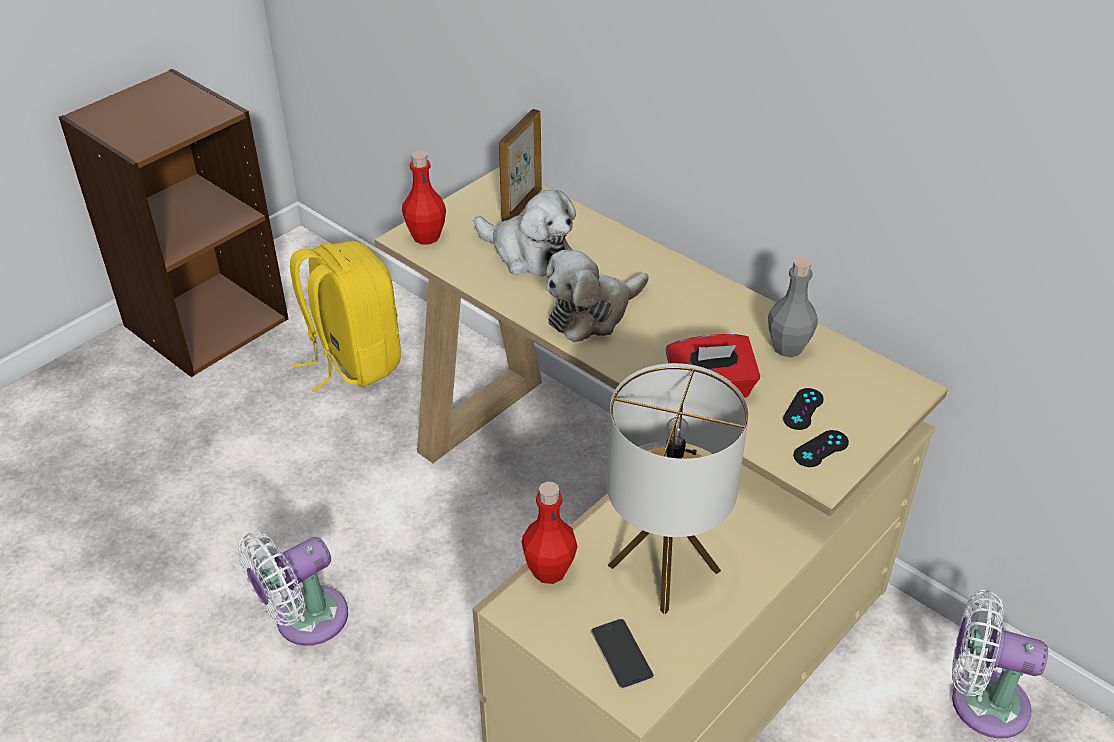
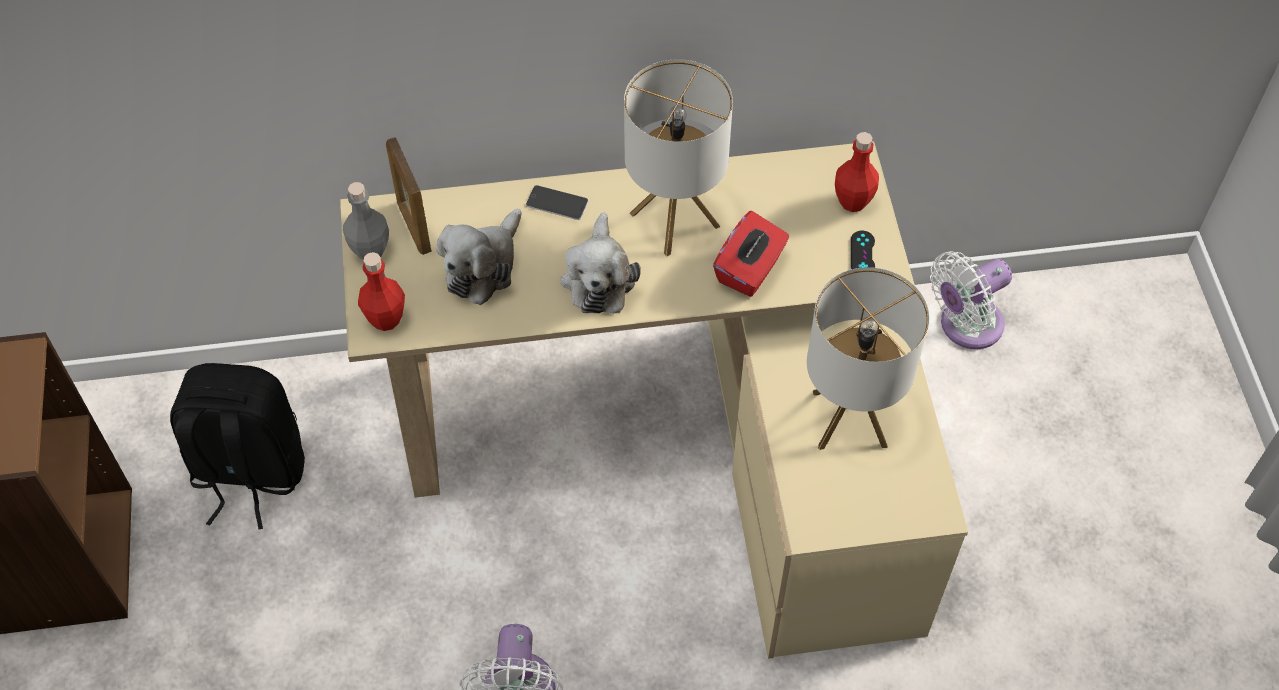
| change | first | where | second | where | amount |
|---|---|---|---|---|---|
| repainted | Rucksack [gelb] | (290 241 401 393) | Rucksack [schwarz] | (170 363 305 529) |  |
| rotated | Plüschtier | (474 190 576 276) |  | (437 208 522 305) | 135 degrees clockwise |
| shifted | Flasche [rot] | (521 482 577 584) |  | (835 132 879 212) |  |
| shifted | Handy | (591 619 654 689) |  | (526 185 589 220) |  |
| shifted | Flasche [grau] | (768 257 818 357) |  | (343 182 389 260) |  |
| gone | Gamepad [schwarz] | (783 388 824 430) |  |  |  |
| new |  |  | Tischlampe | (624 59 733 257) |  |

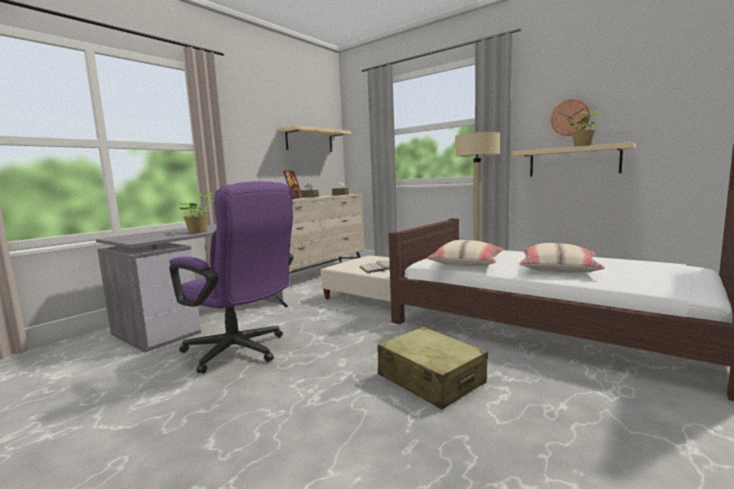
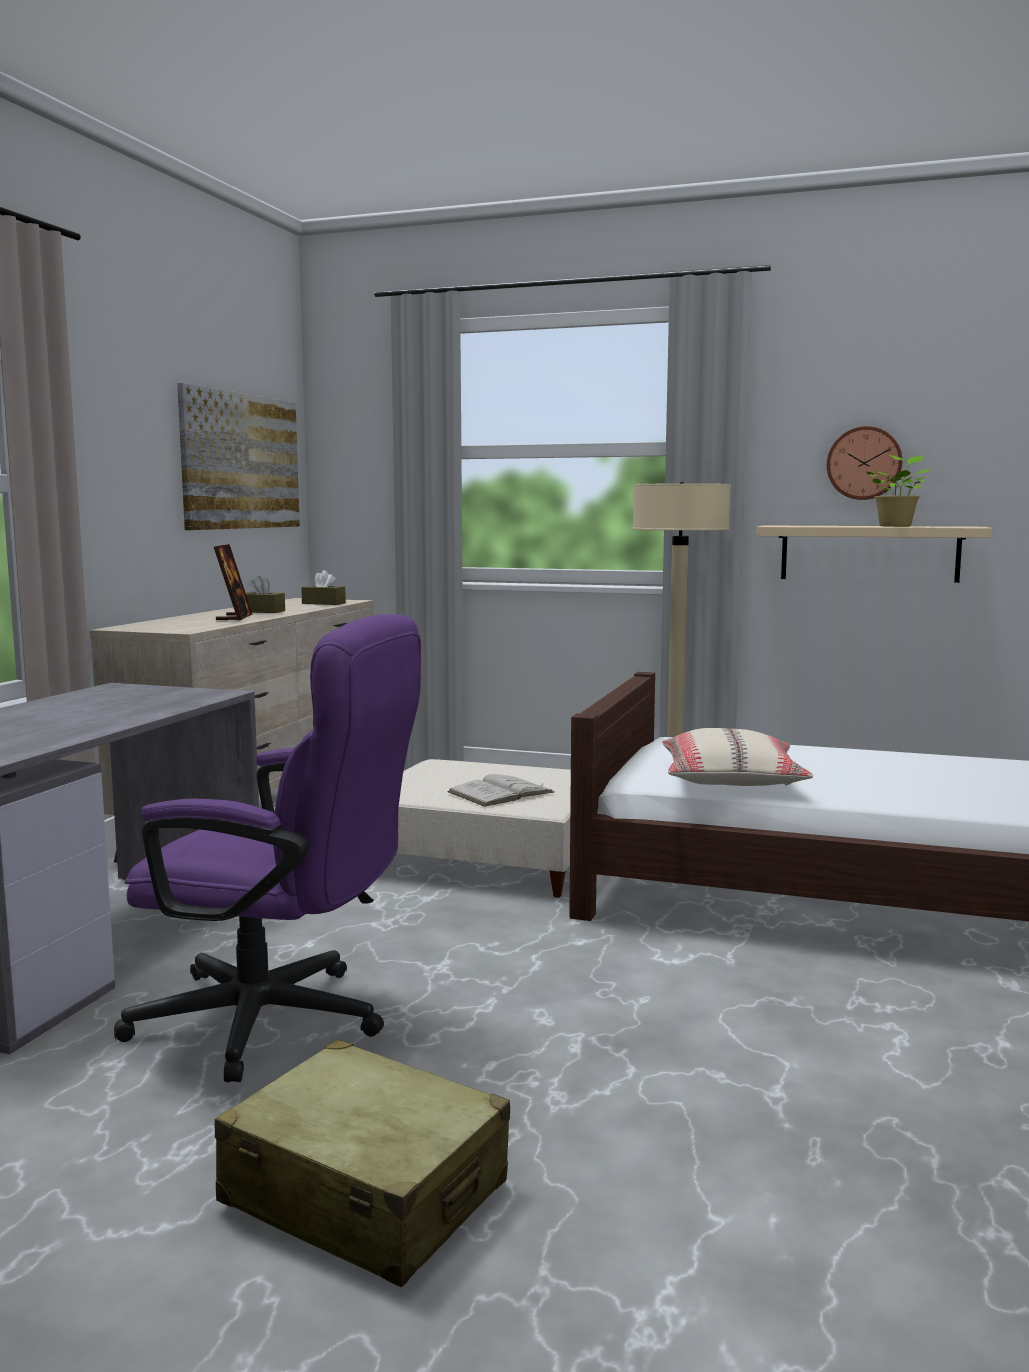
| change | first | where | second | where | amount |
|---|---|---|---|---|---|
| gone | Topfpflanze | (180 193 214 233) |  |  |  |
| swapped | Wandregal [beige] | (279 125 351 152) | Bild | (177 383 300 530) |  |
| shifted | Koffer [beige] | (377 326 488 410) |  | (215 1039 510 1287) |  |
| gone | Kissen [beige] | (520 243 605 273) |  |  |  |

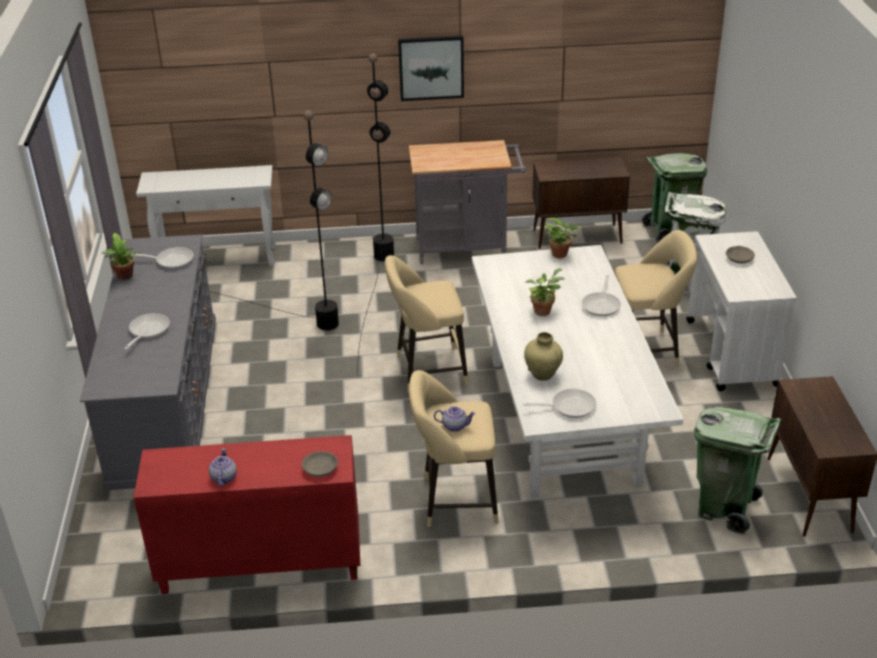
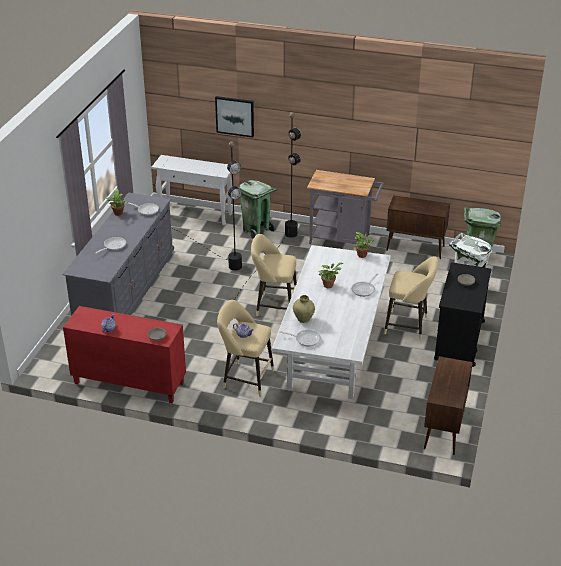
| change | first | where | second | where | amount |
|---|---|---|---|---|---|
| shifted | Bild | (398 35 464 101) |  | (215 96 254 138) |  |
| repainted | Rollwagen [weiß] | (686 231 797 391) | Rollwagen [schwarz] | (434 262 491 367) |  |
| shifted | Mülleimer [grün] | (694 407 781 535) |  | (239 180 277 239) |  |

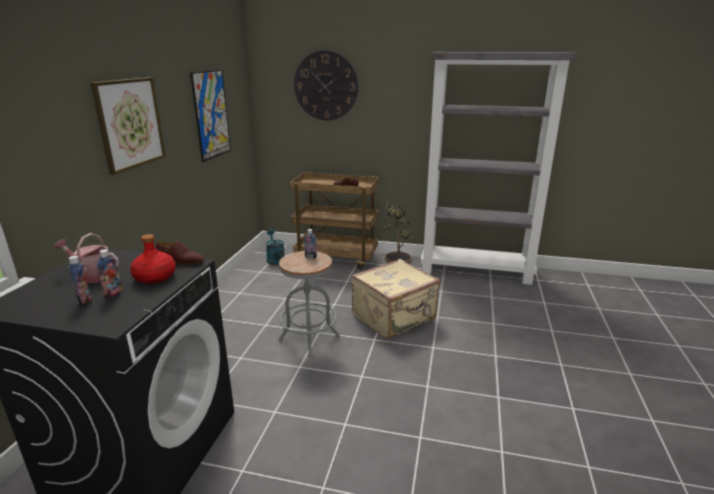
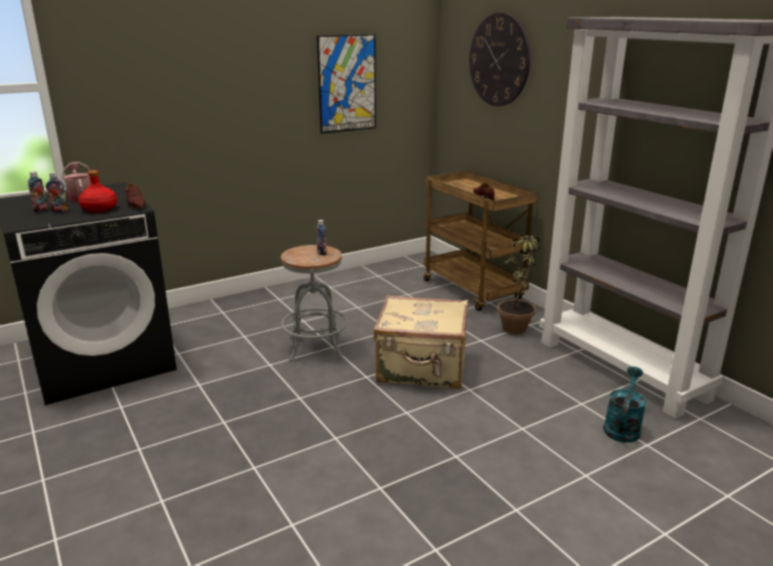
| change | first | where | second | where | amount |
|---|---|---|---|---|---|
| gone | Bild | (90 77 166 175) |  |  |  |
| shifted | Gießkanne [türkis] | (266 229 284 265) |  | (603 366 647 443) |  |

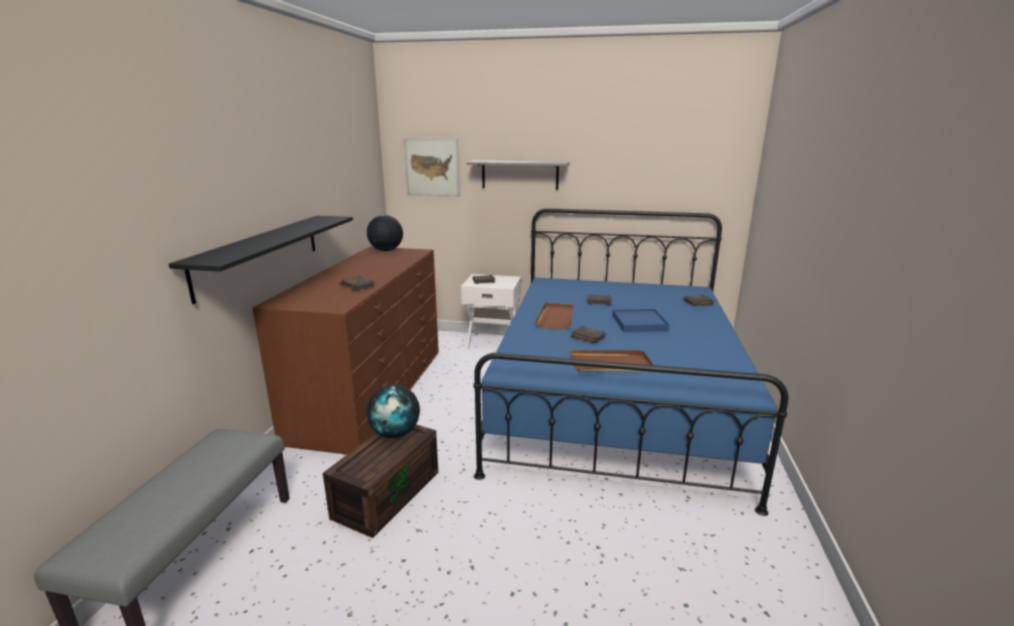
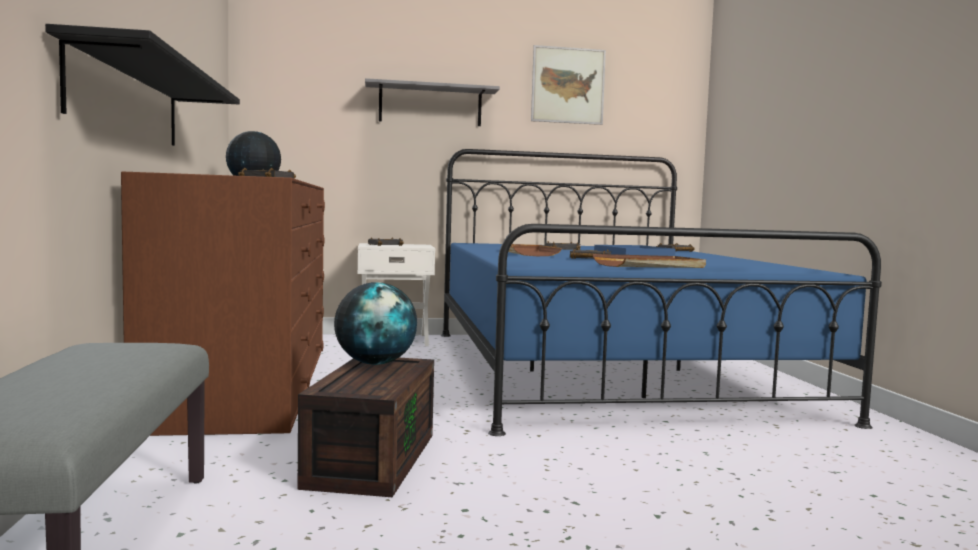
| change | first | where | second | where | amount |
|---|---|---|---|---|---|
| shifted | Bild | (403 138 460 197) |  | (531 45 606 125) |  |

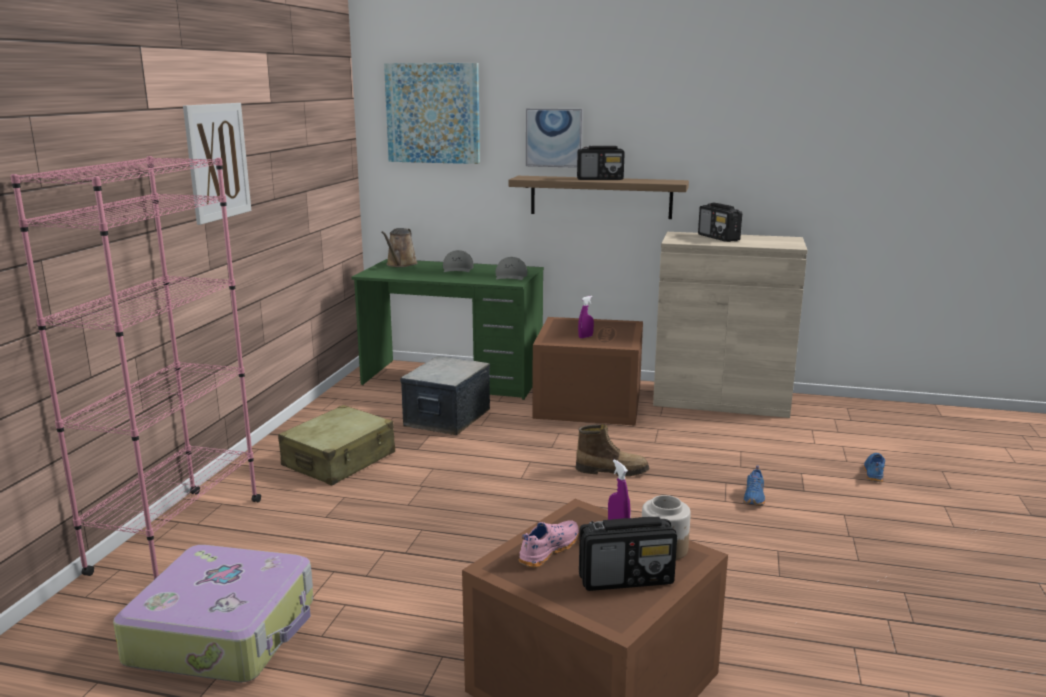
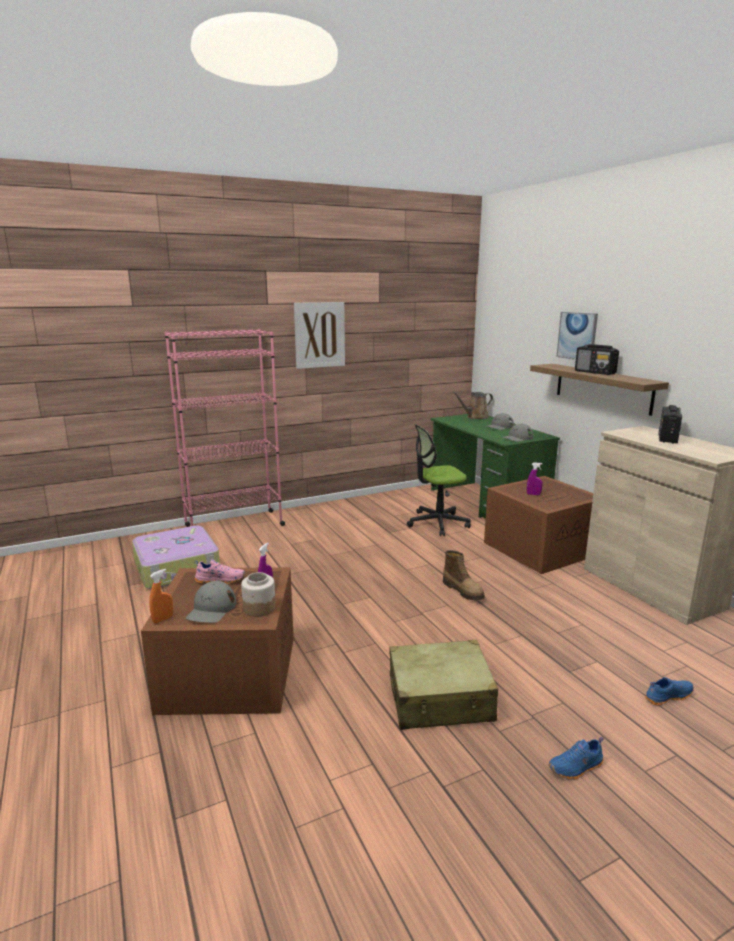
| change | first | where | second | where | amount |
|---|---|---|---|---|---|
| shifted | Koffer [beige] | (278 405 395 485) |  | (390 640 498 730) |  |
| gone | Bild | (384 63 480 164) |  |  |  |
| swapped | Aufbewahrungsbox | (400 356 490 435) | Bürostuhl | (407 424 471 536) |  |
| swapped | Radio | (579 517 677 591) | Kappe [grau] | (186 581 236 623) |  |
| shifted | Schuh [blau] | (743 465 765 505) |  | (549 737 604 780) |  |
| new |  |  | Sprühflasche [orange] | (149 569 173 623) |  |

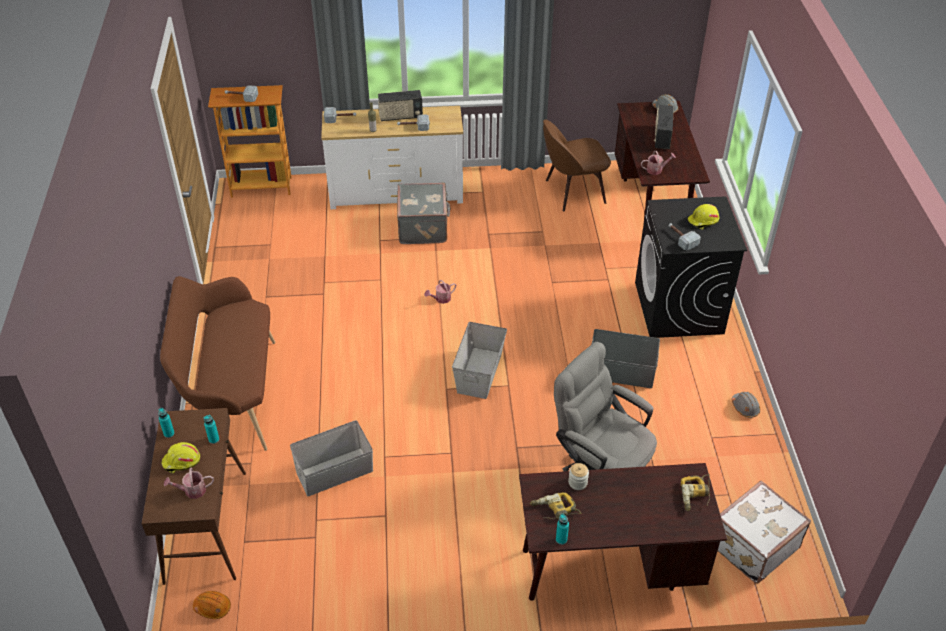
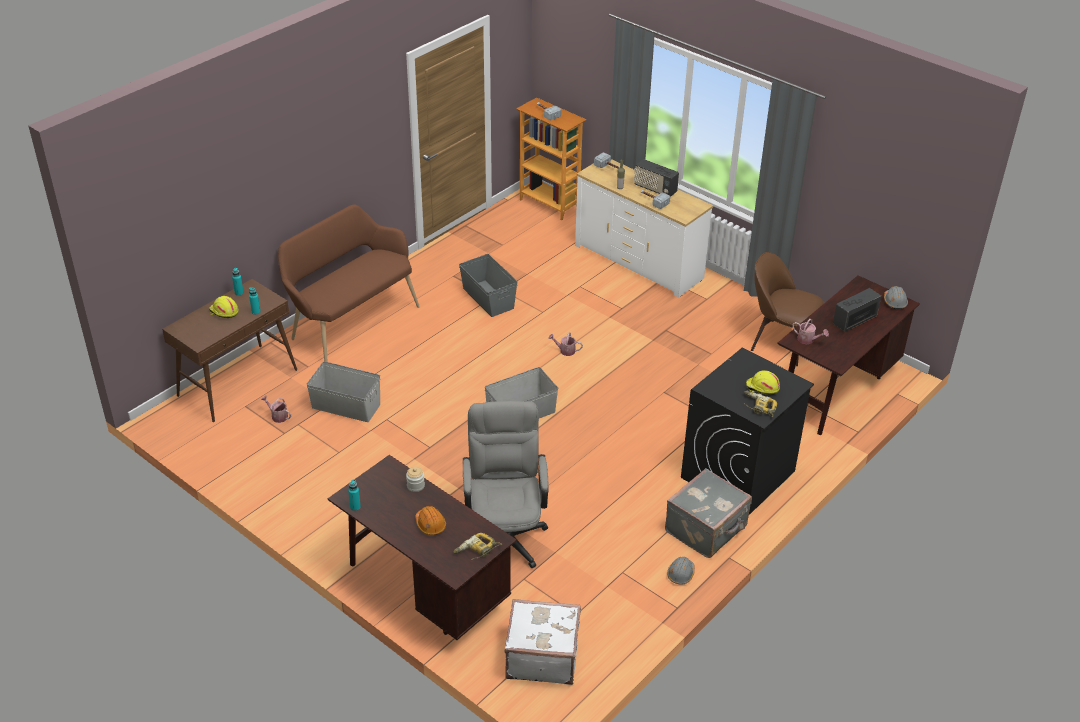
| change | first | where | second | where | amount |
|---|---|---|---|---|---|
| shifted | Gießkanne | (164 468 214 499) |  | (261 396 291 423) |  |
| shifted | Schutzhelm [orange] | (193 591 231 619) |  | (415 506 446 535) |  |
| shifted | Koffer [grau] | (397 183 451 244) |  | (665 468 752 558) |  |
| shifted | Bohrmaschine | (530 492 581 520) |  | (743 391 777 418) |  |
| shifted | Aufbewahrungsbox [grau] | (592 329 660 388) |  | (459 254 518 317) |  |
| gone | Hammer | (669 223 701 250) |  |  |  |

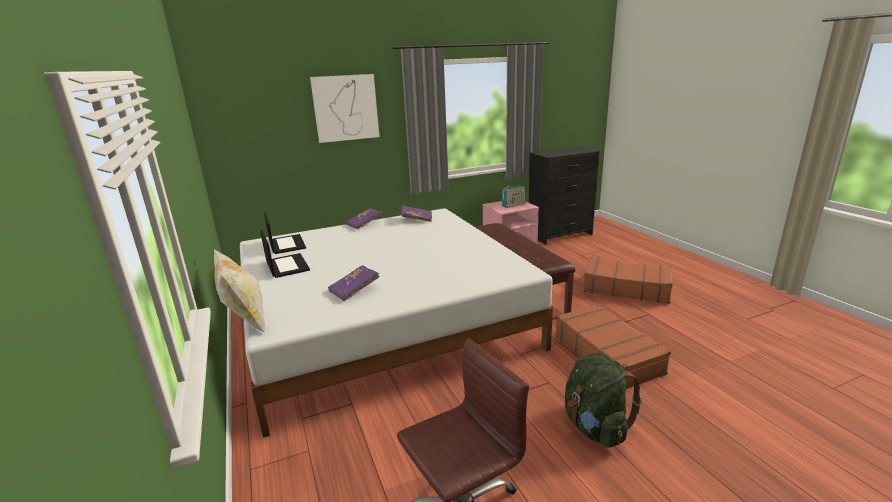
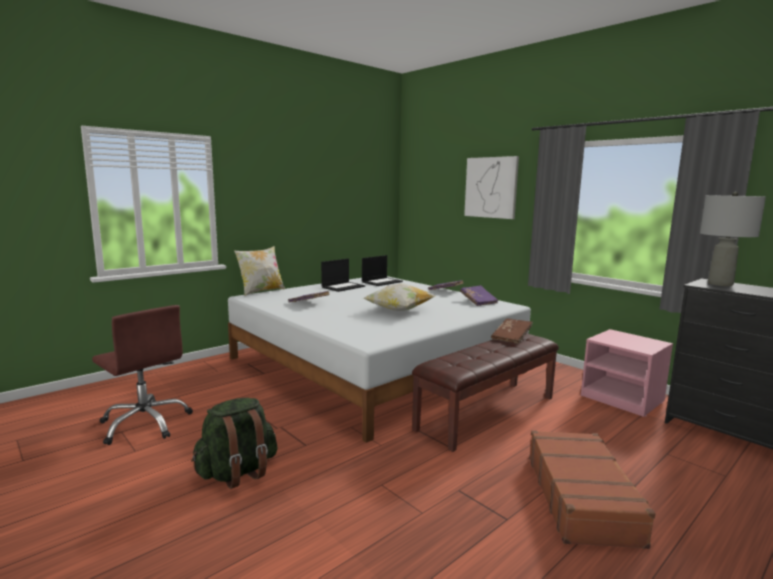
| change | first | where | second | where | amount |
|---|---|---|---|---|---|
| gone | Radio | (502 185 526 208) |  |  |  |
| gone | Koffer [braun] | (555 304 671 389) |  |  |  |
| new |  |  | Kissen | (363 283 436 311) |  |
| new |  |  | Buch [braun] | (491 318 533 344) |  |
| new |  |  | Tischlampe [grau] | (700 192 766 286) |  |

